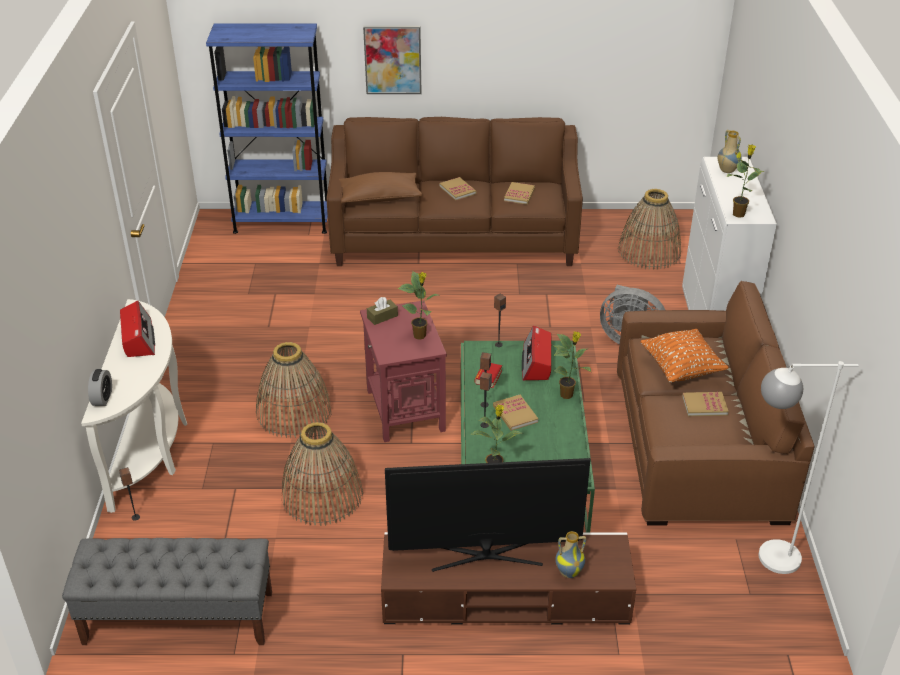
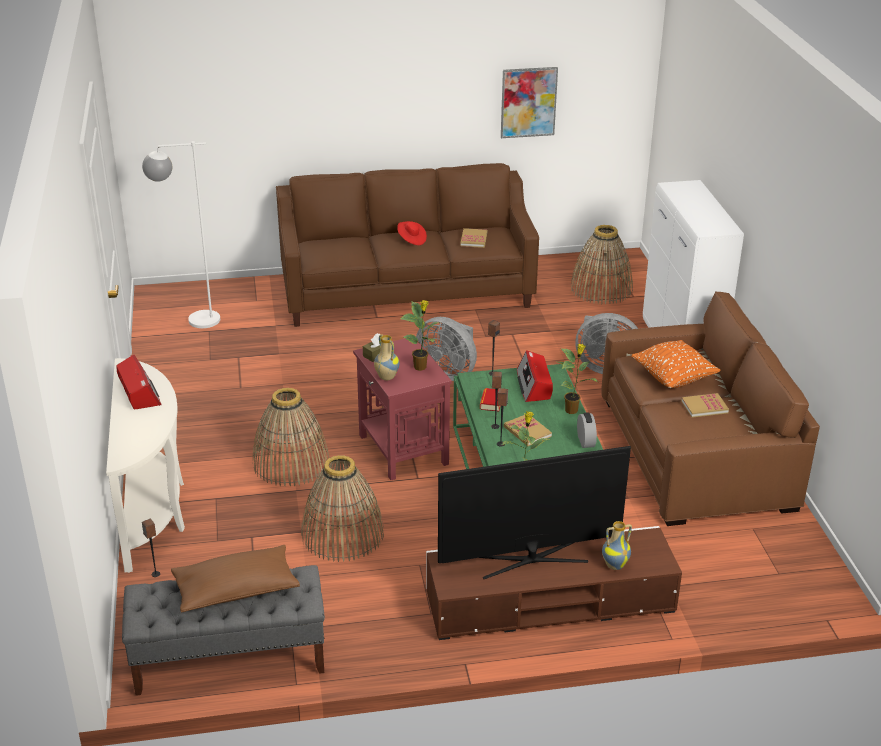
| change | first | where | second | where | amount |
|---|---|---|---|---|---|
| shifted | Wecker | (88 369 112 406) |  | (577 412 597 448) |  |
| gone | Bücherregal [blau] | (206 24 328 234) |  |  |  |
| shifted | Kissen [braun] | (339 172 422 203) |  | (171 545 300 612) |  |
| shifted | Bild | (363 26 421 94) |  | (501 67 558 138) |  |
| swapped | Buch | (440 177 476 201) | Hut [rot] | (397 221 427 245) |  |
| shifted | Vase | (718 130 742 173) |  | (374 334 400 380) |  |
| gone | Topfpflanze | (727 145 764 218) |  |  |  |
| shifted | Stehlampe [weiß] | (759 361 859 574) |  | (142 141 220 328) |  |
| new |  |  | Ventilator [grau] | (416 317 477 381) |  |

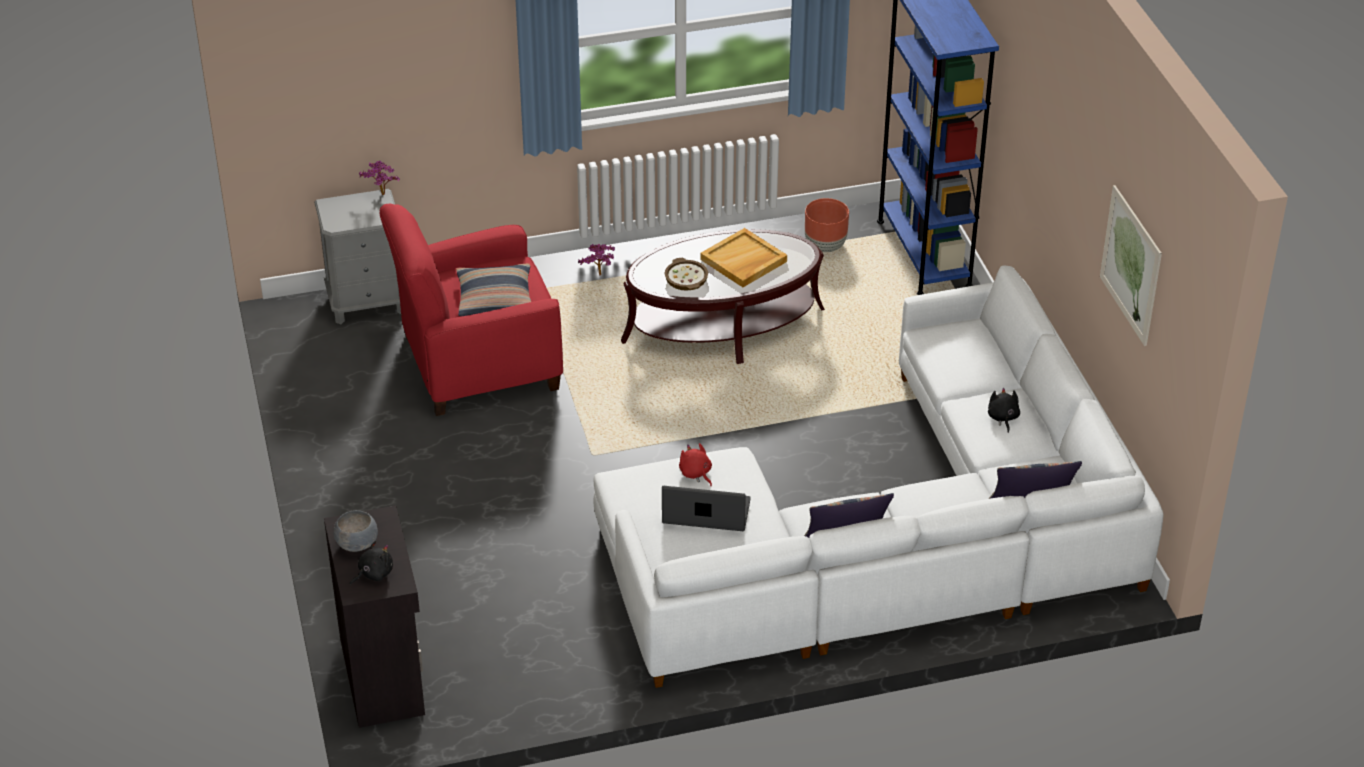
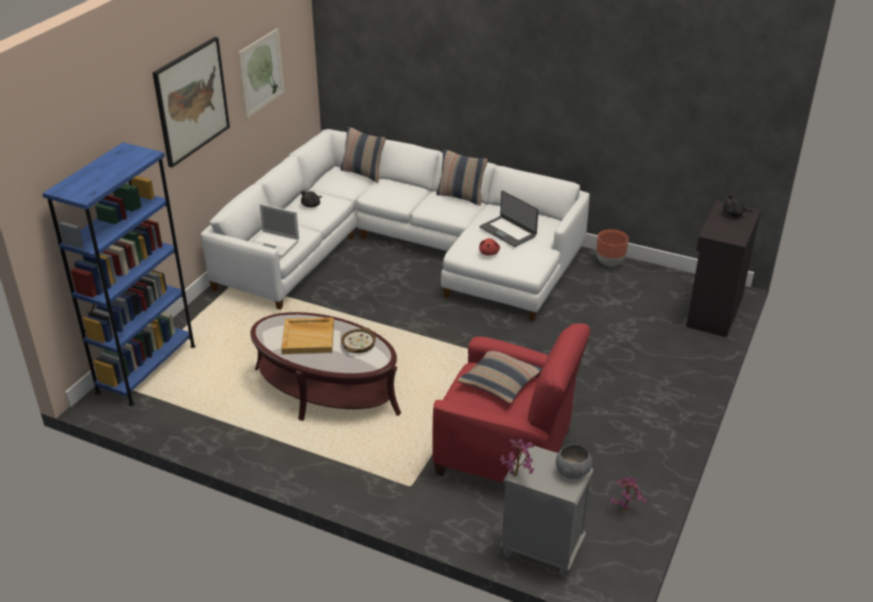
| change | first | where | second | where | amount |
|---|---|---|---|---|---|
| shifted | Schüssel [grau] | (333 510 378 552) |  | (556 444 592 479) |  |
| shifted | Topfpflanze | (579 244 615 275) |  | (610 477 647 511) |  |
| shifted | Pflanzkübel [braun] | (805 198 849 252) |  | (596 229 629 267) |  |
| new |  |  | Bild | (153 37 230 168) |  |
| new |  |  | Laptop | (252 204 299 257) |  |

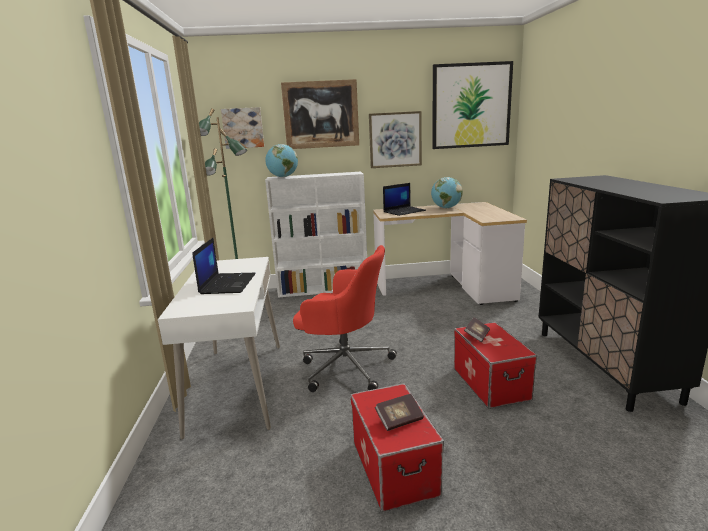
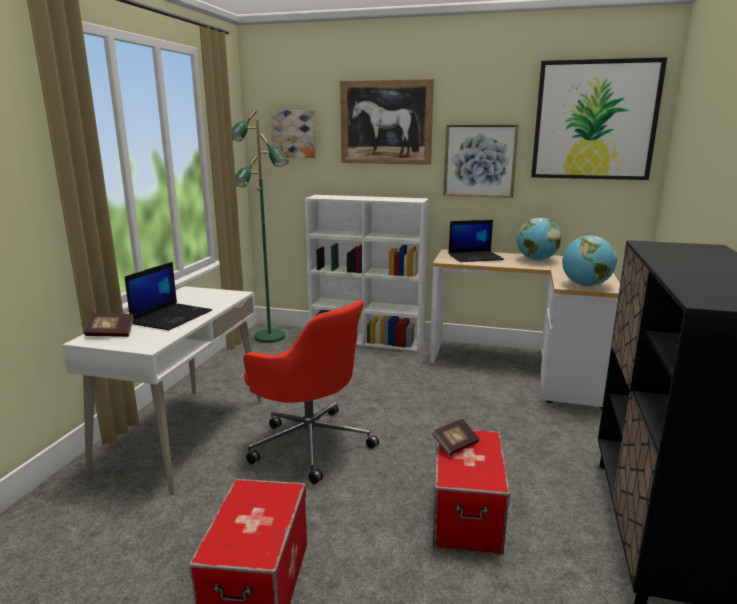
| change | first | where | second | where | amount |
|---|---|---|---|---|---|
| shifted | Globus | (265 144 298 177) |  | (562 235 617 287) |  |
| shifted | Buch | (375 394 424 431) |  | (84 313 134 337) |  |

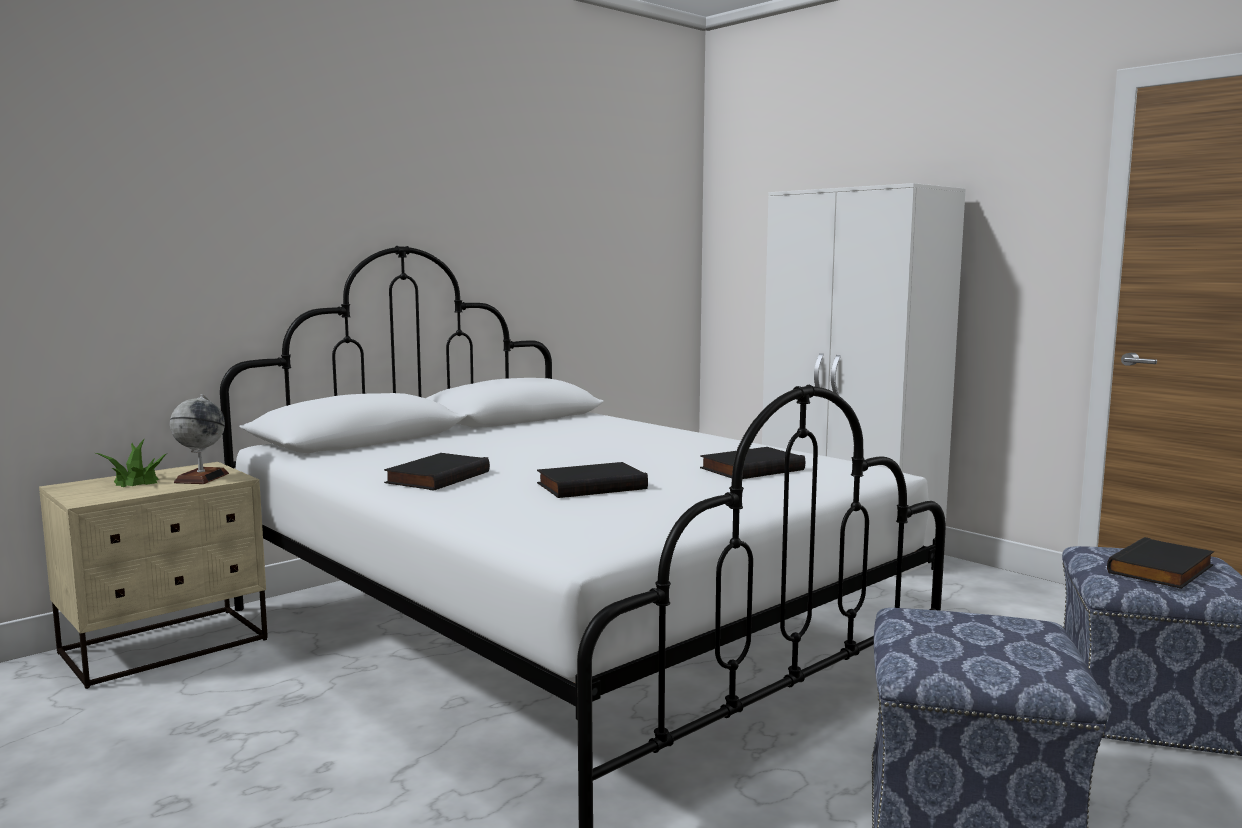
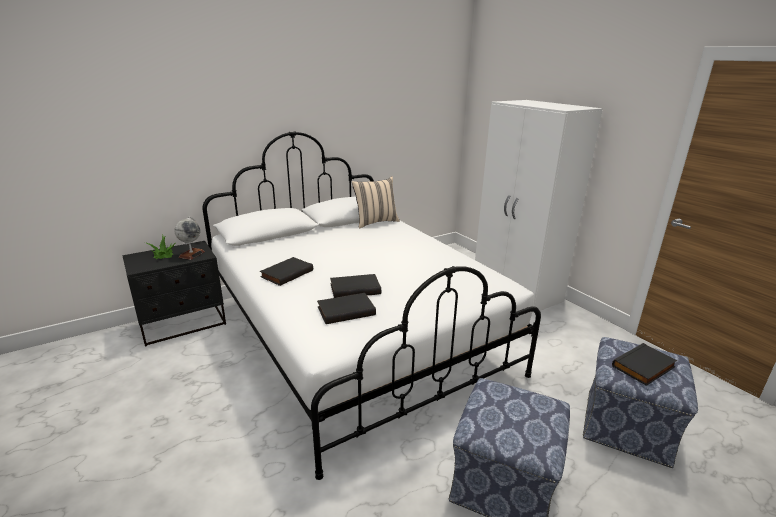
| change | first | where | second | where | amount |
|---|---|---|---|---|---|
| repainted | Nachttisch [beige] | (39 462 268 689) | Nachttisch [schwarz] | (122 241 226 346) |  |
| shifted | Buch [schwarz] | (700 447 805 479) |  | (317 293 376 324) |  |
| new |  |  | Kissen [beige] | (352 176 400 229) |  |

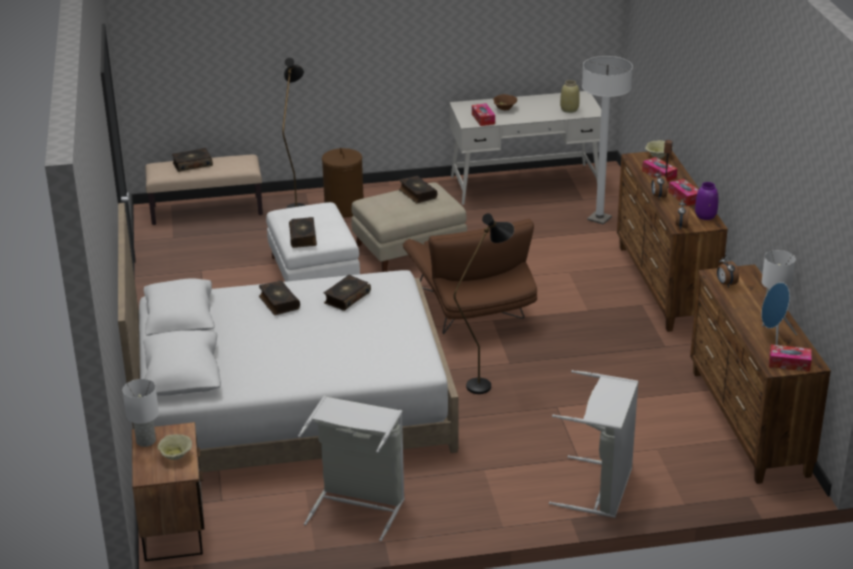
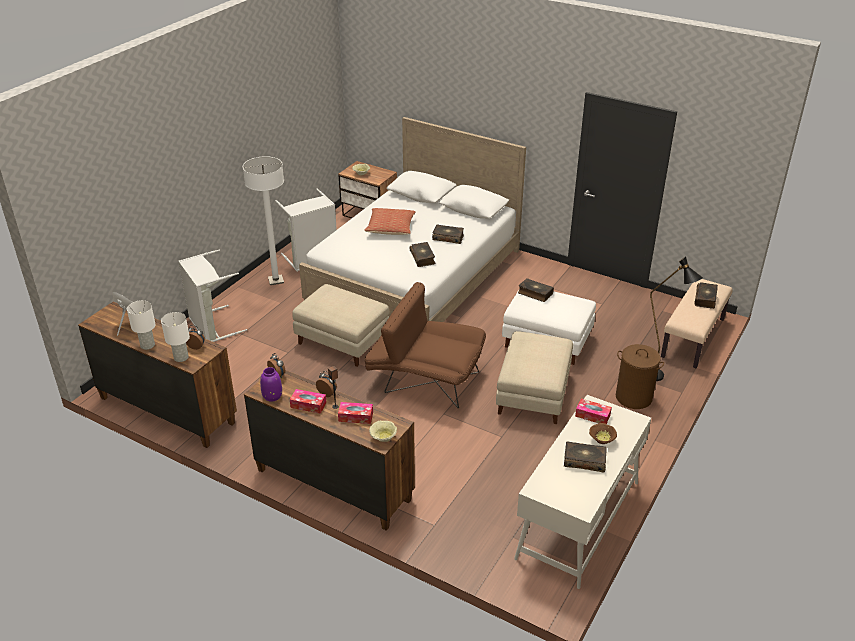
| change | first | where | second | where | amount |
|---|---|---|---|---|---|
| shifted | Tischlampe [weiß] | (122 379 159 447) |  | (161 312 190 362) |  |
| shifted | Buch | (399 176 437 203) |  | (564 441 607 472) |  |
| swapped | Stehlampe [schwarz] | (454 213 514 394) | Polsterhocker [beige] | (292 284 389 367) |  |
| gone | Vase [beige] | (560 80 580 113) |  |  |  |
| shifted | Stehlampe [weiß] | (582 56 633 225) |  | (243 156 284 285) |  |
| gone | Taschentuchbox | (769 345 812 372) |  |  |  |
| new |  |  | Kissen | (364 208 416 235) |  |

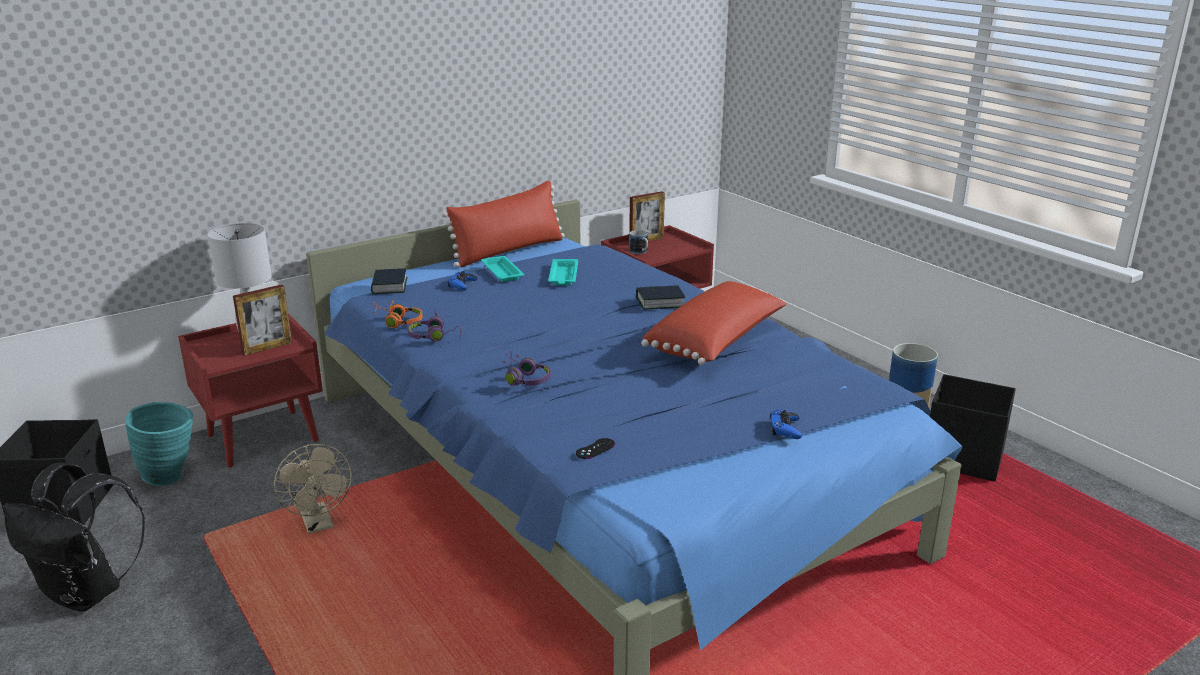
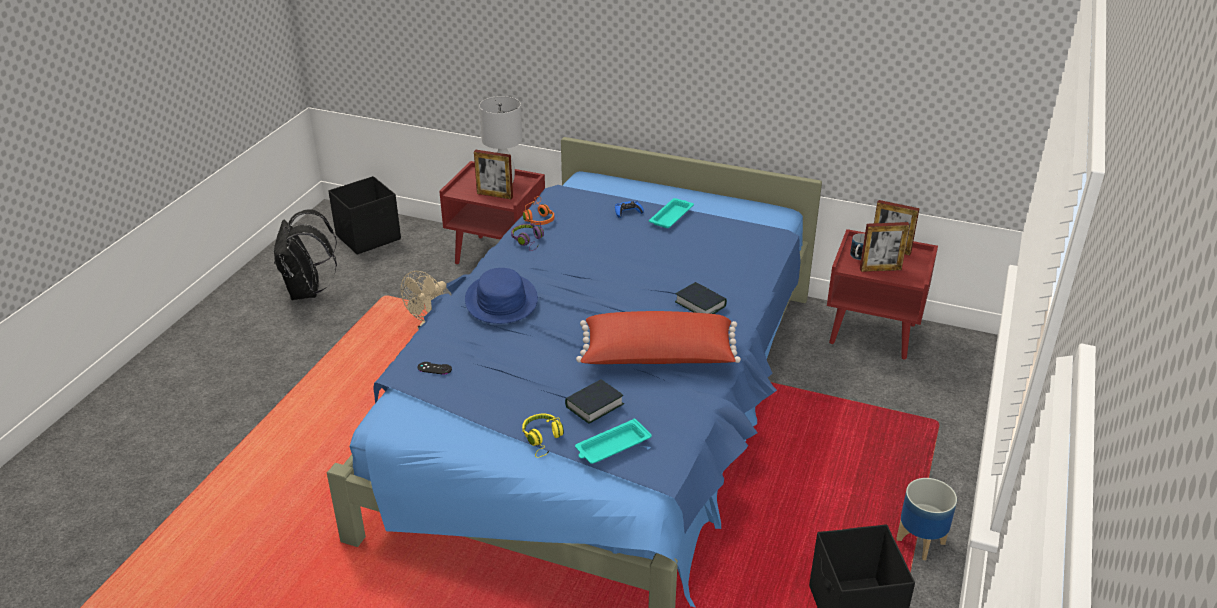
| change | first | where | second | where | amount |
|---|---|---|---|---|---|
| gone | Vase [türkis] | (125 402 193 486) |  |  |  |
| shifted | Buch | (371 268 408 294) |  | (565 379 624 424) |  |
| gone | Kissen [rot] | (442 180 565 268) |  |  |  |
| swapped | Kopfhörer [lila] | (503 351 551 386) | Hut [blau] | (465 268 538 324) |  |
| shifted | Tablett [türkis] | (548 259 578 285) |  | (575 419 652 464) |  |
| swapped | Gamepad [blau] | (770 409 802 439) | Kopfhörer [gelb] | (522 413 564 458) |  |
| new |  |  | Bilderrahmen | (860 222 910 272) |  |

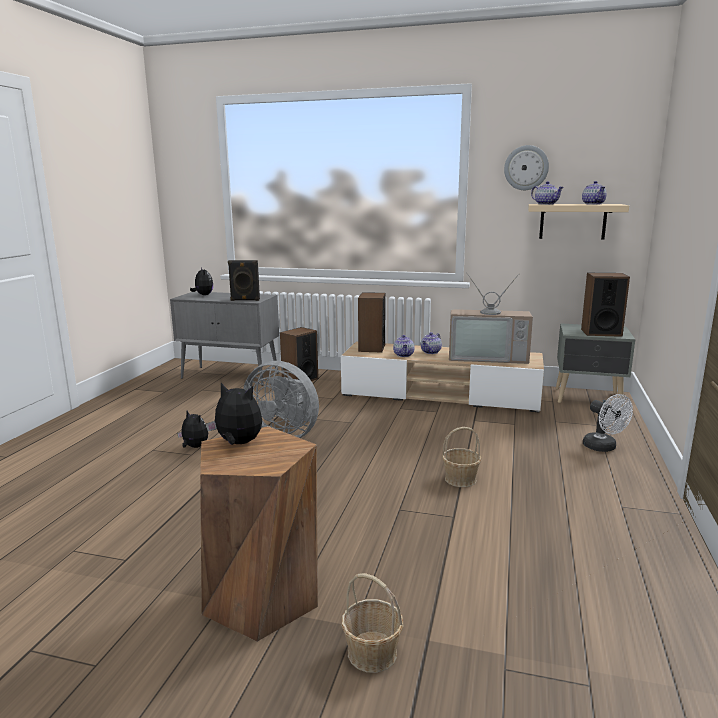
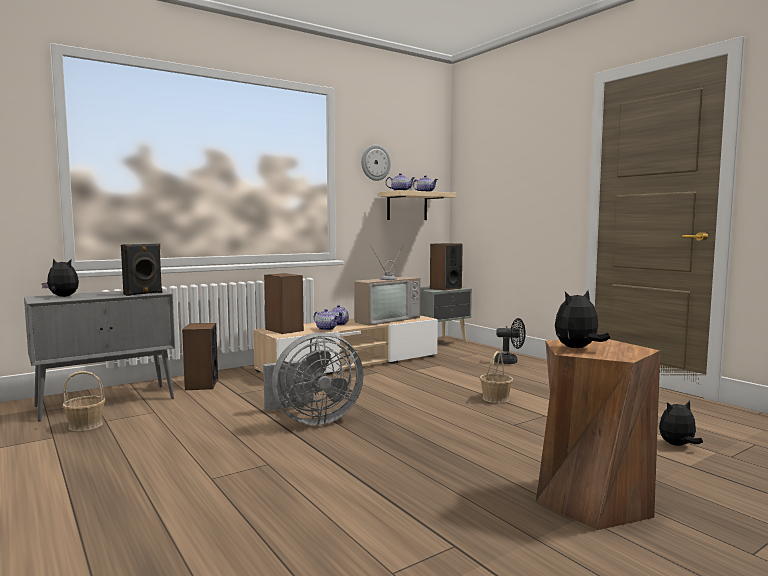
| change | first | where | second | where | amount |
|---|---|---|---|---|---|
| shifted | Plüschtier | (177 410 208 448) |  | (659 400 703 446) |  |
| shifted | Korb | (341 573 403 673) |  | (62 371 105 431) |  |
| repainted | Ventilator [weiß] | (583 394 633 452) | Ventilator [schwarz] | (494 318 526 364) |  |

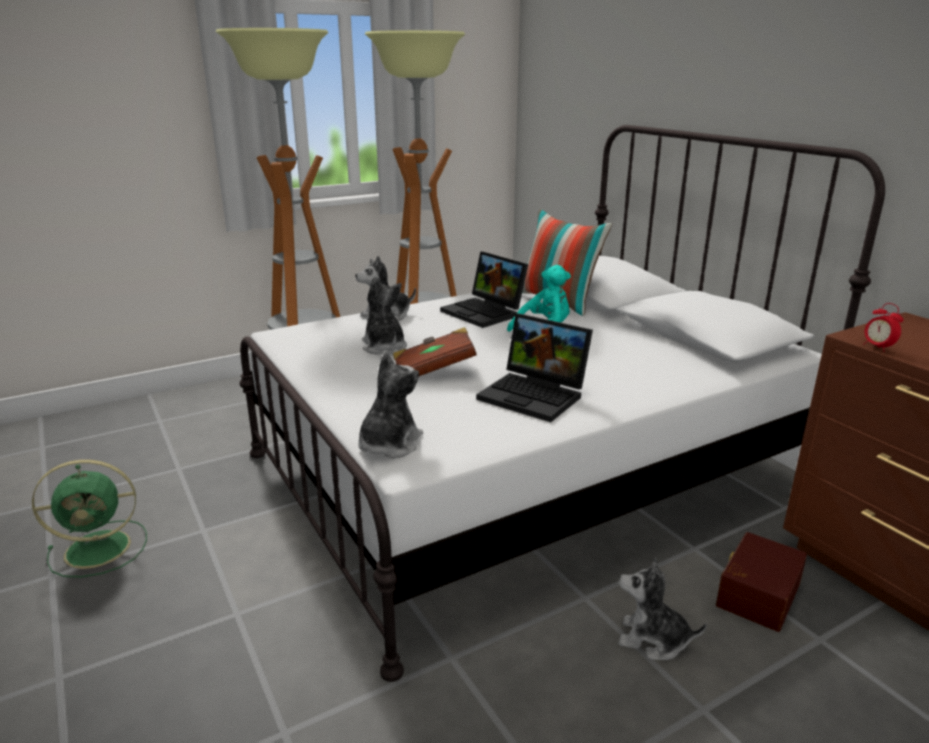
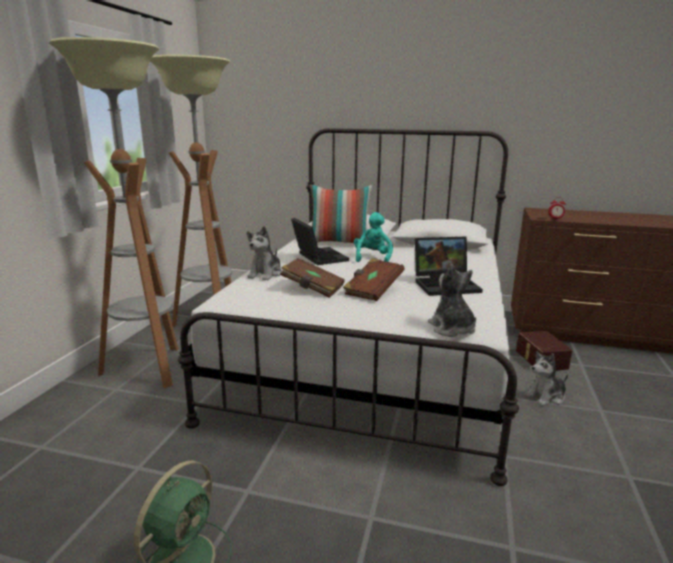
| change | first | where | second | where | amount |
|---|---|---|---|---|---|
| swapped | Plüschtier | (362 277 407 355) | Buch [braun] | (280 258 345 298) |  |
| rotated | Laptop | (440 251 528 328) |  | (291 218 349 265) | 120 degrees counterclockwise |

